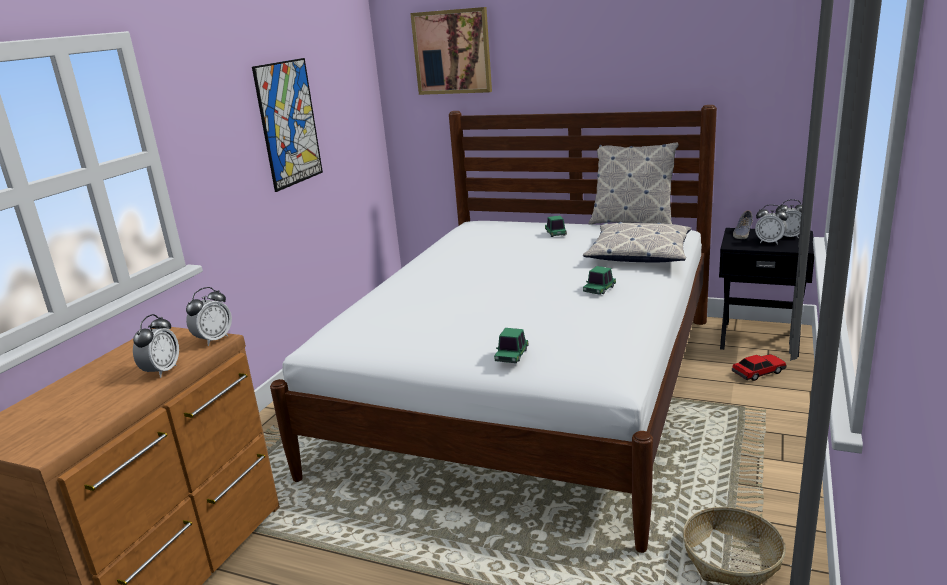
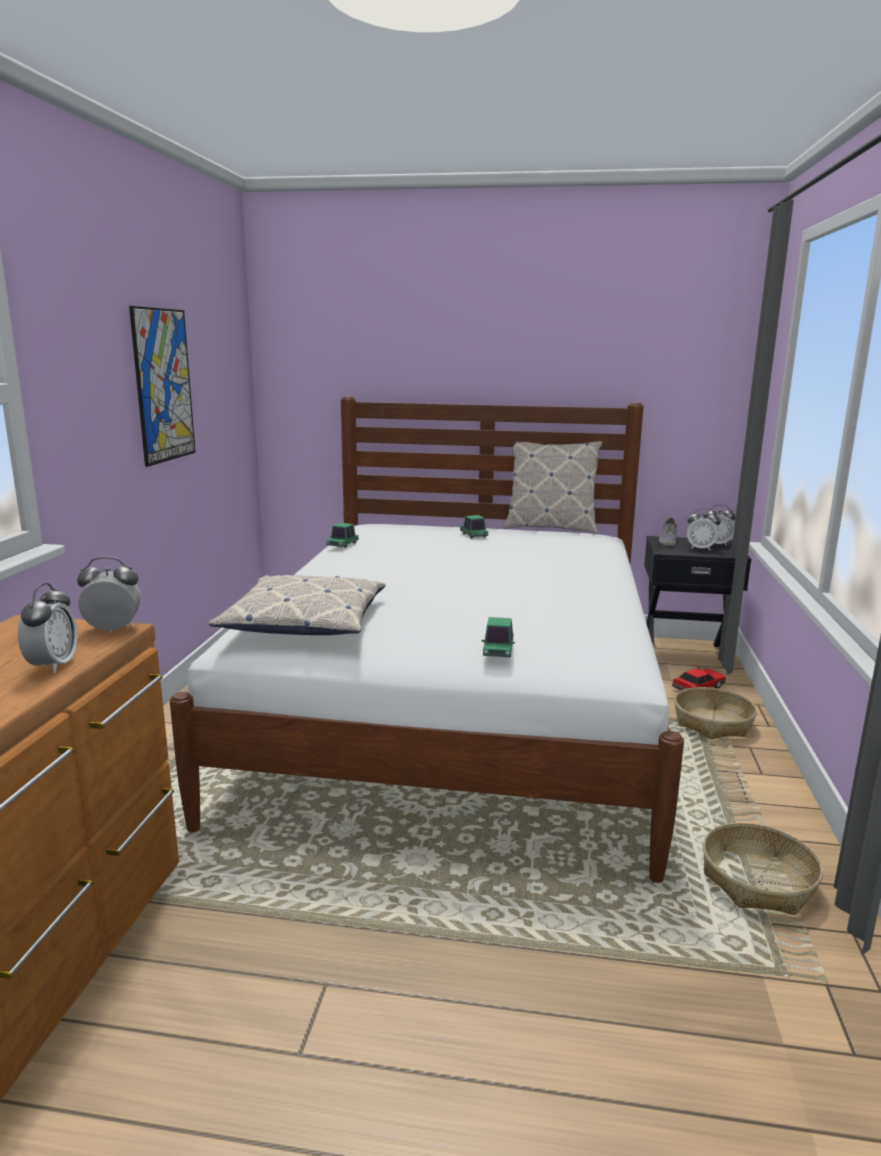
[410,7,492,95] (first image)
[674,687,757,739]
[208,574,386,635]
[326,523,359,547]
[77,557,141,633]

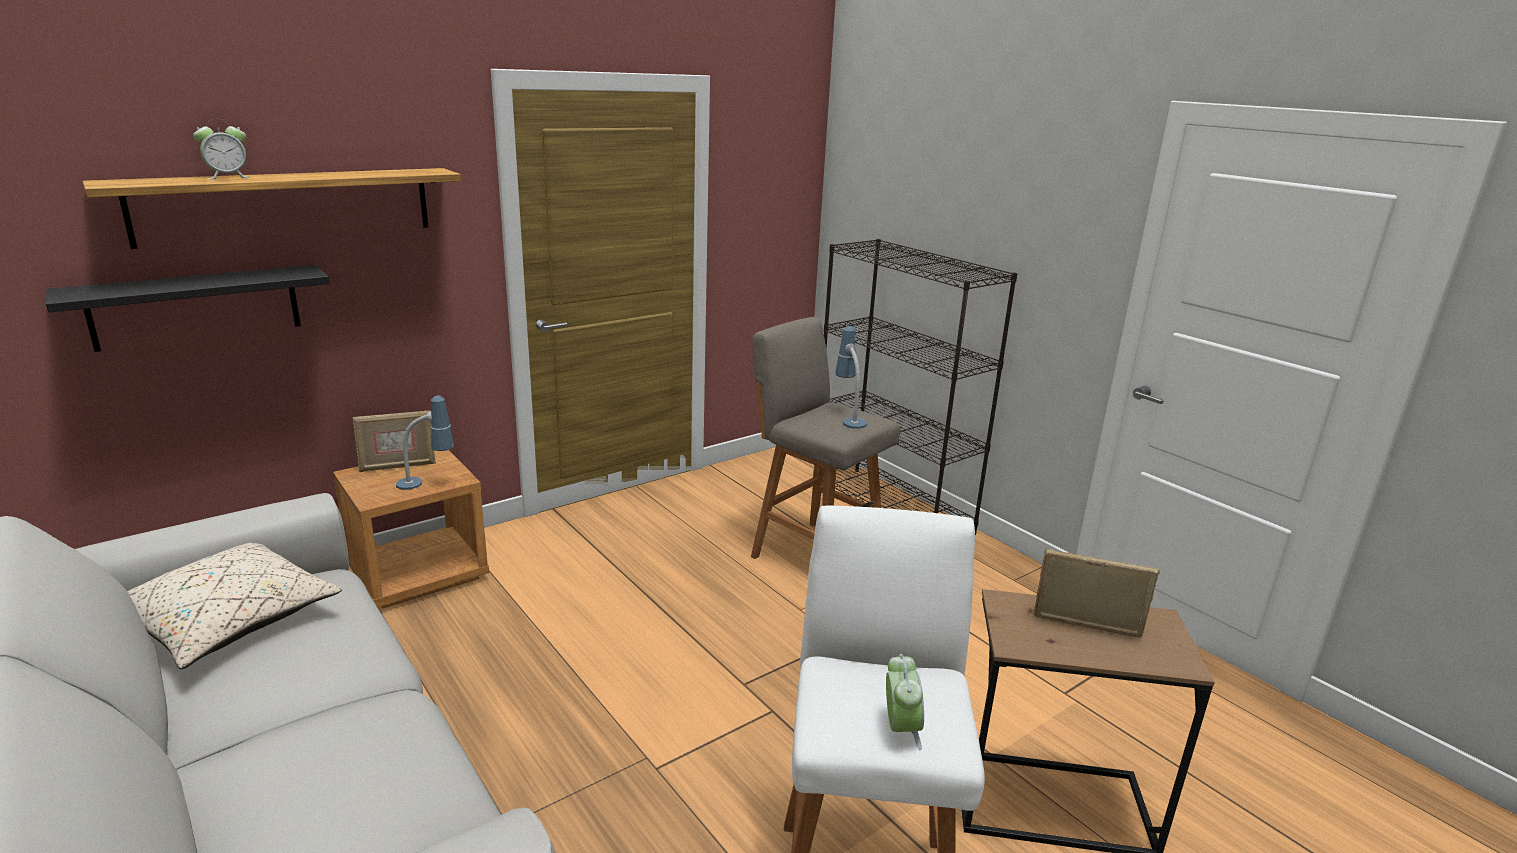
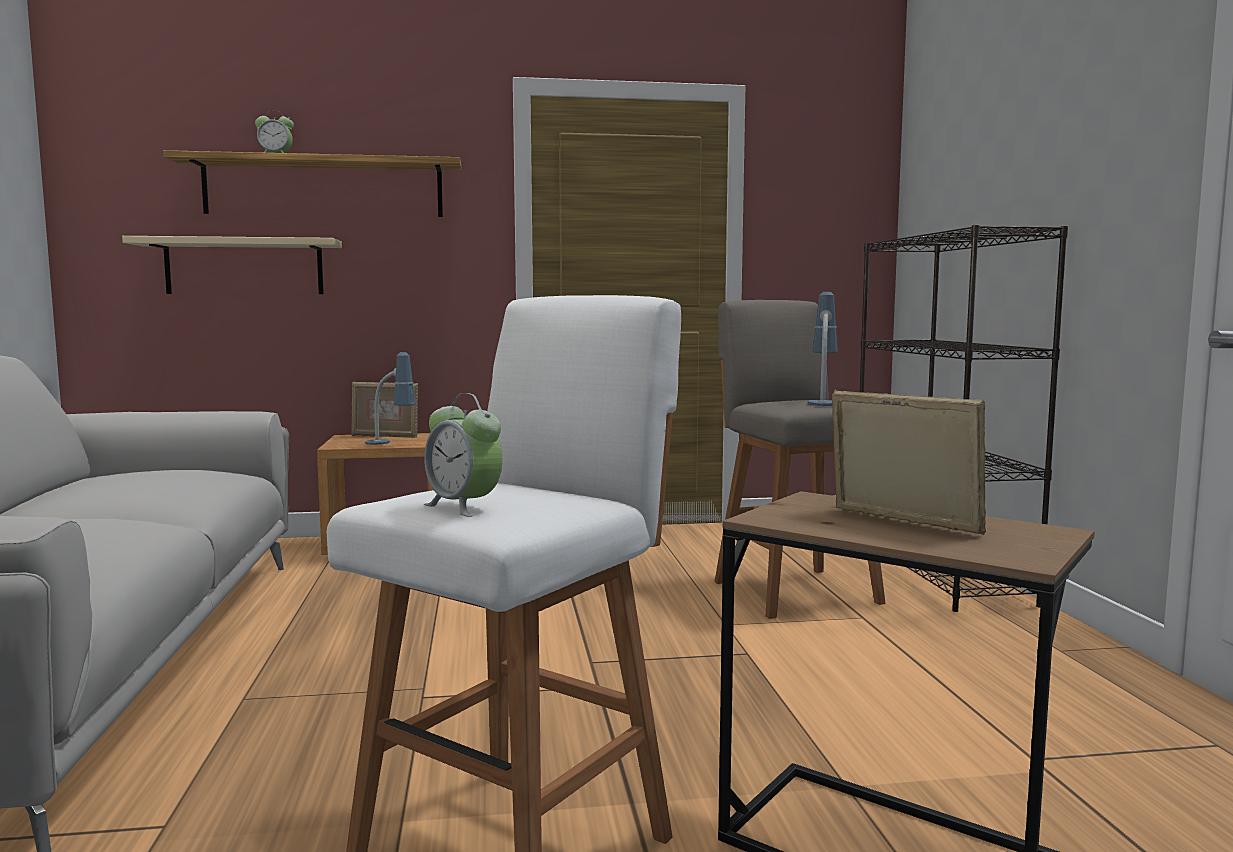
[127,543,342,669] (first image)
[122,236,342,294]
[424,393,502,517]

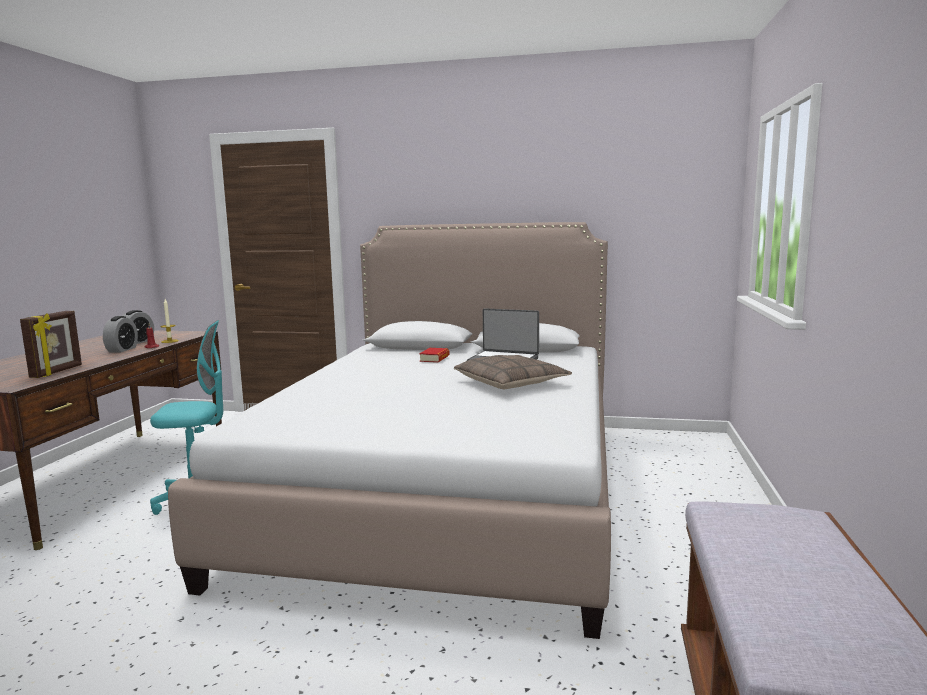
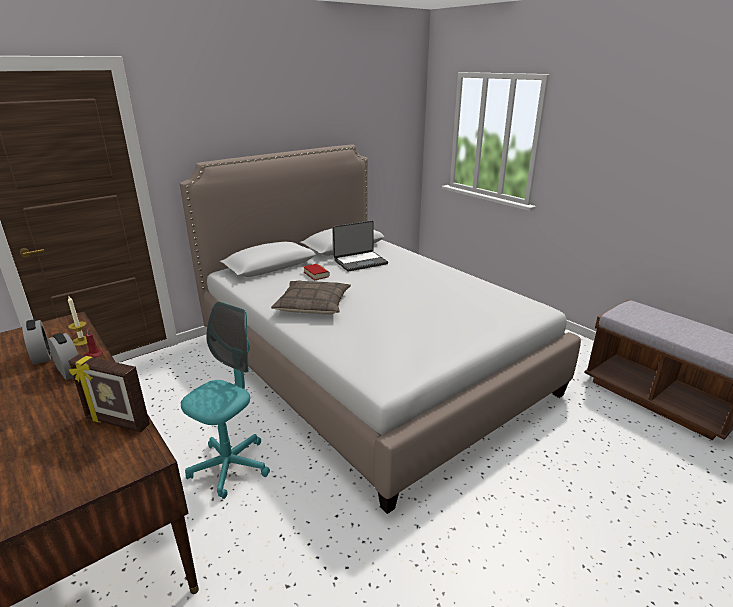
[271,281,351,315]
[68,354,150,432]

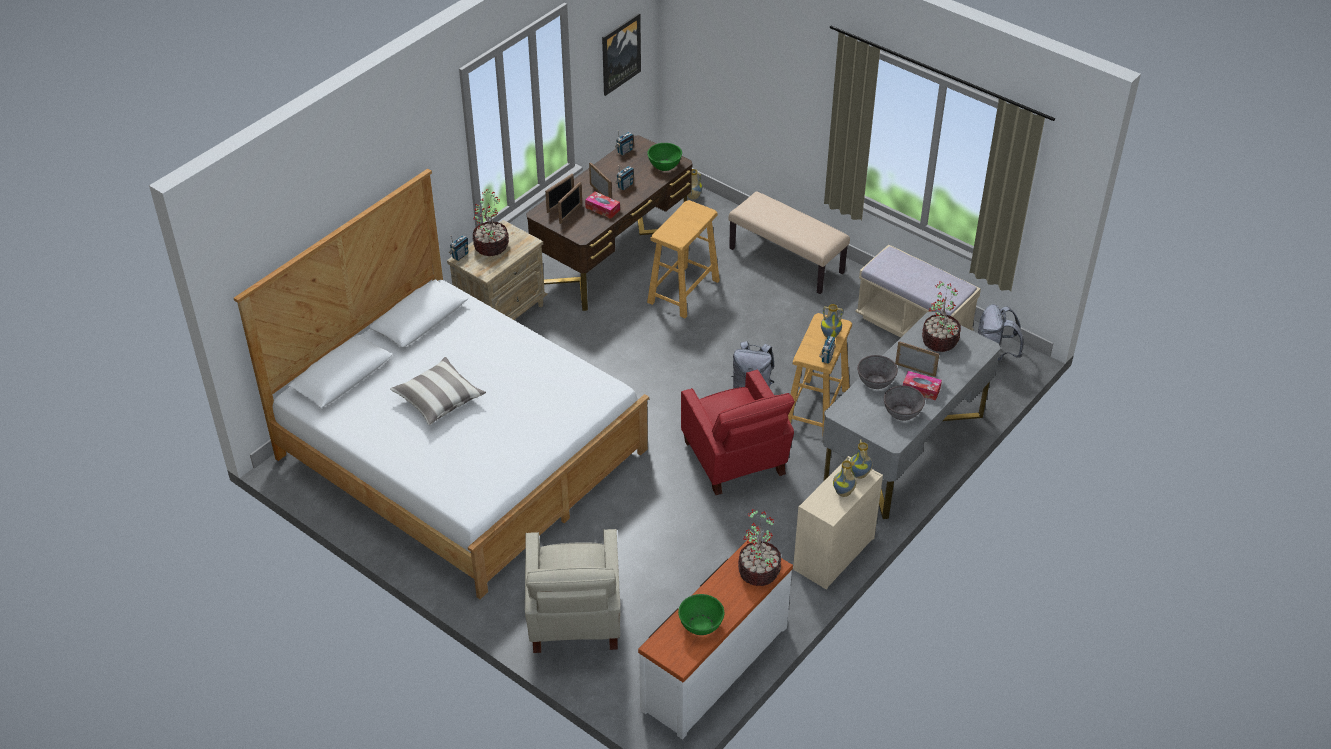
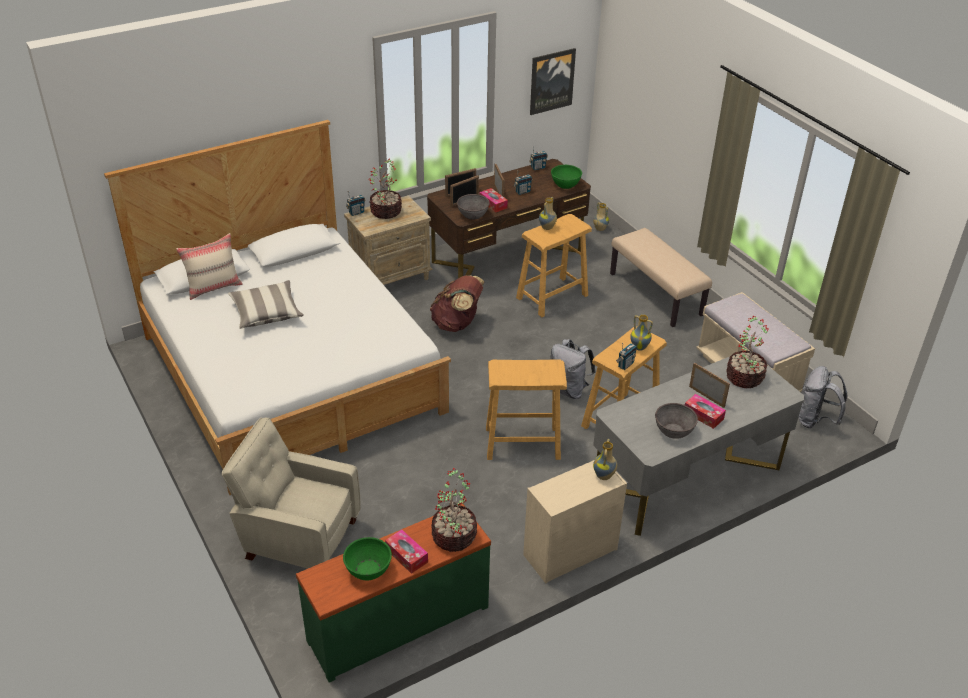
[176,233,243,300]
[385,529,428,574]
[430,275,484,332]
[539,197,557,230]
[457,194,490,220]
[486,359,567,460]
[296,504,491,683]
[222,418,361,569]

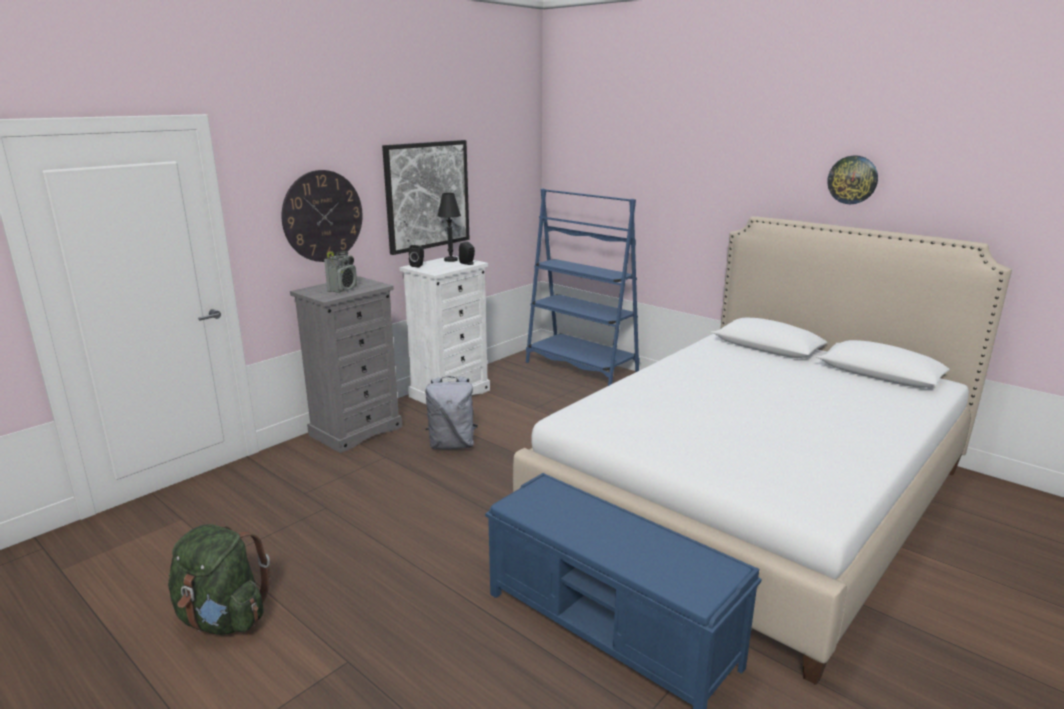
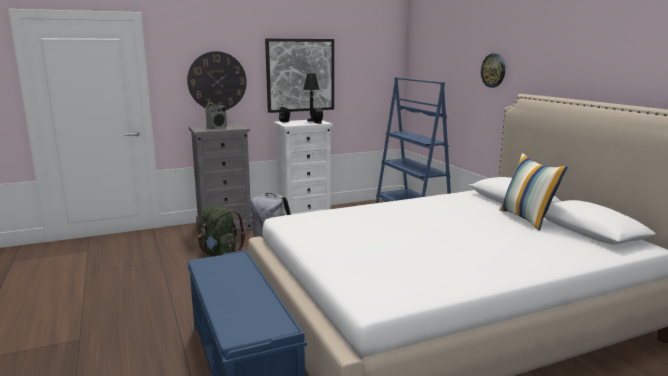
[499,153,568,231]
[198,205,245,256]
[481,54,505,88]

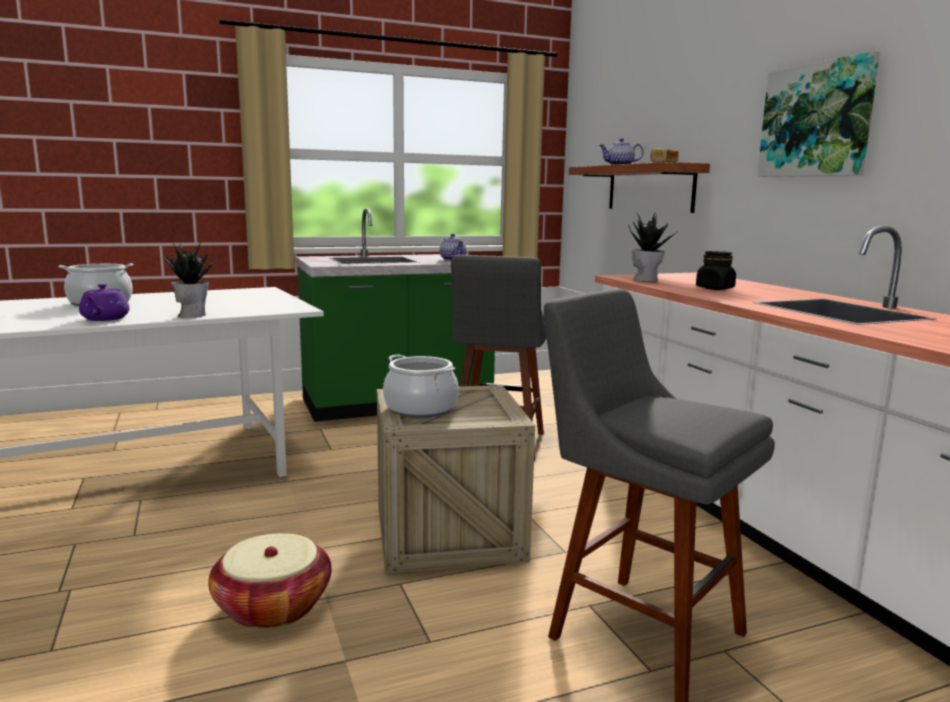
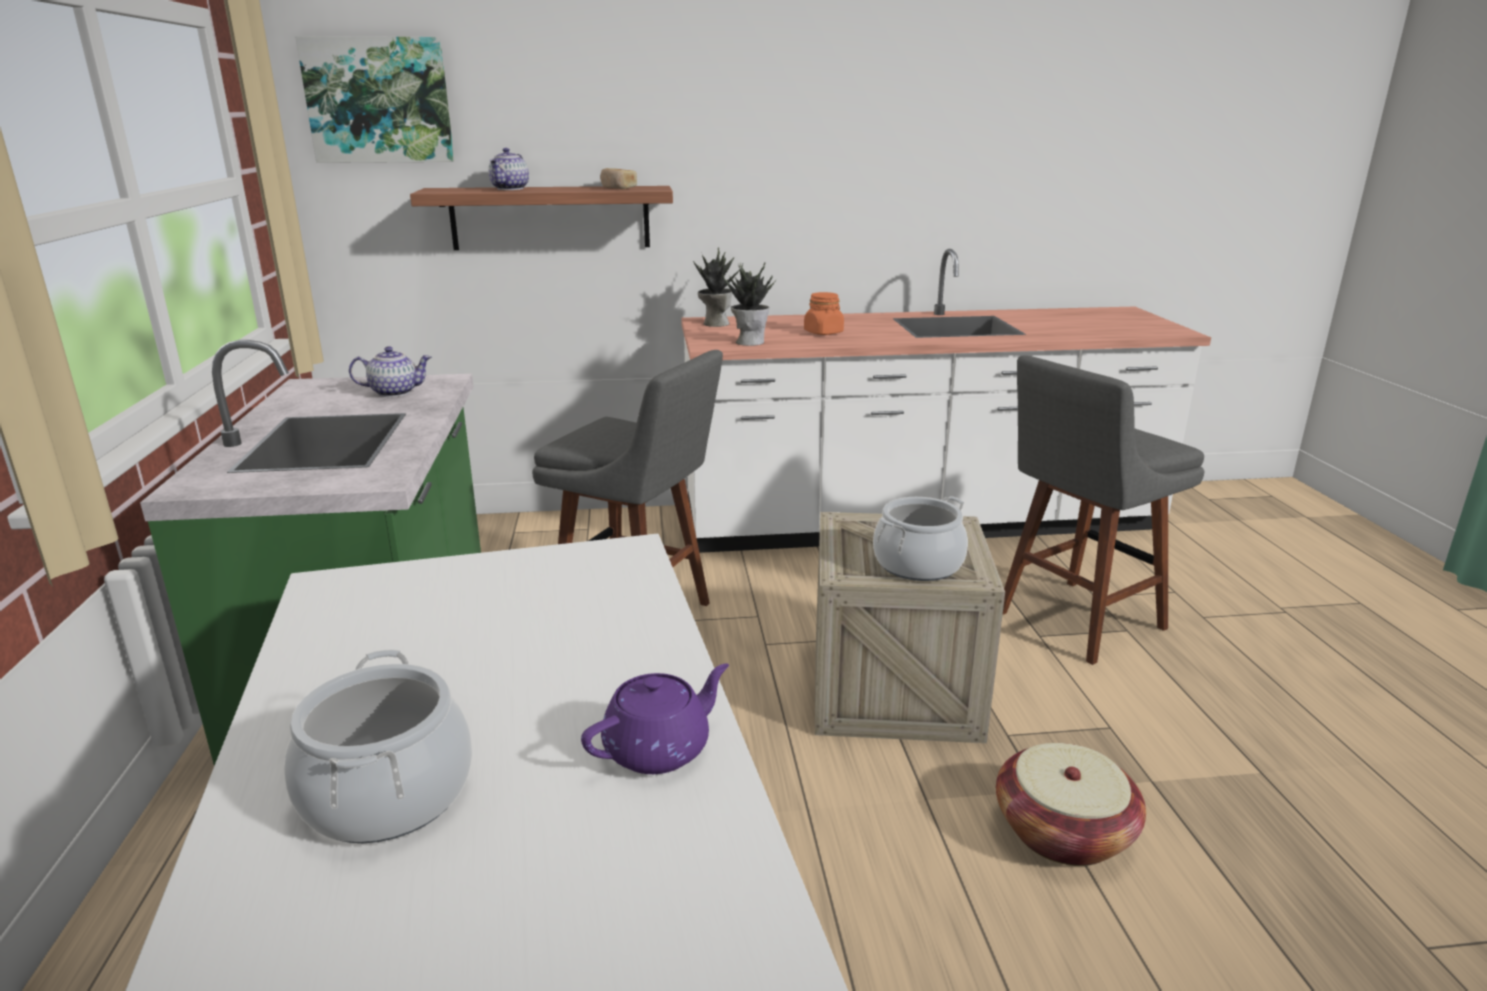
[693,248,743,327]
[295,36,454,163]
[804,292,844,335]
[581,663,729,774]

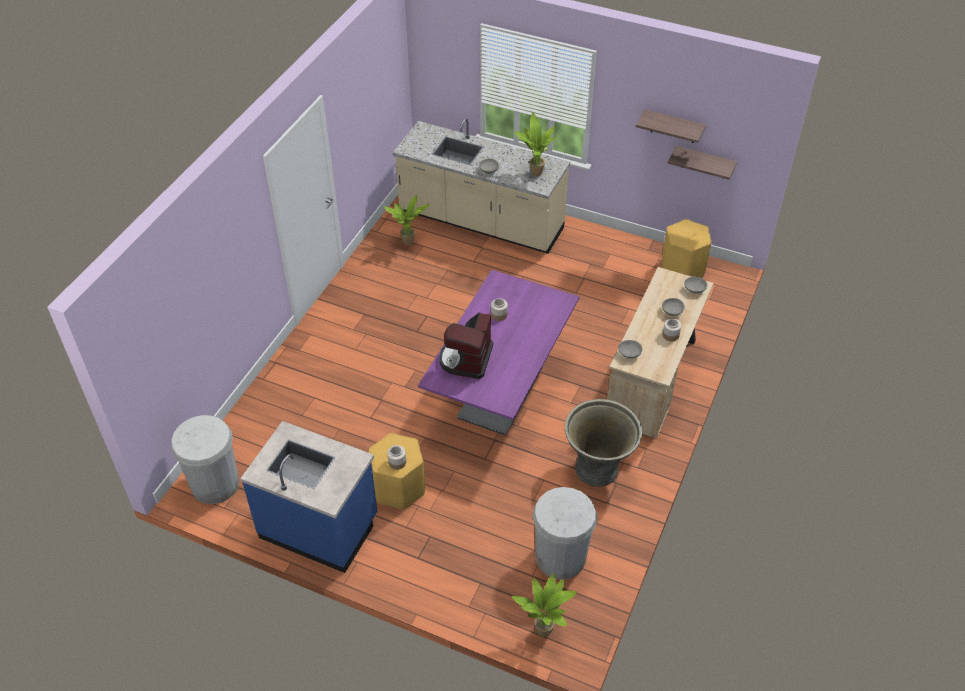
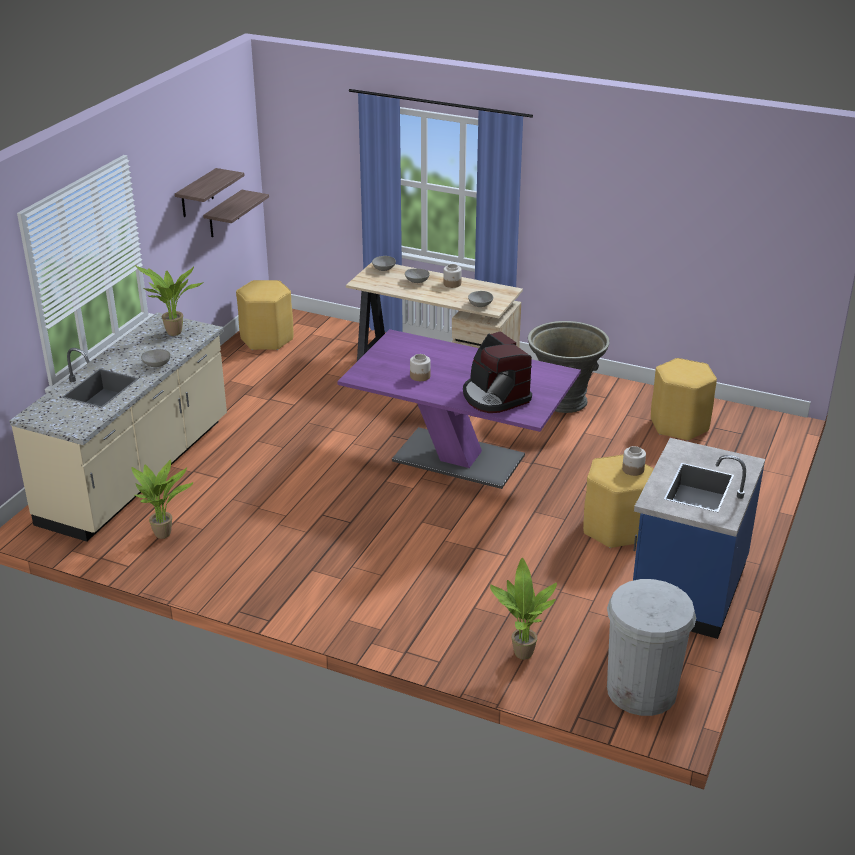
[490,558,557,660]
[651,358,717,441]
[463,331,532,413]

